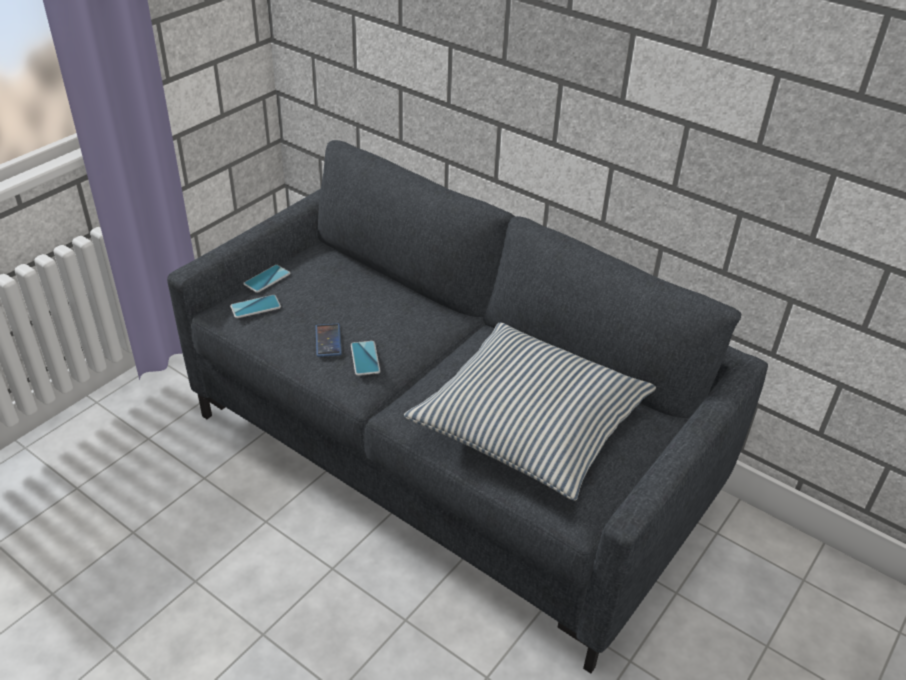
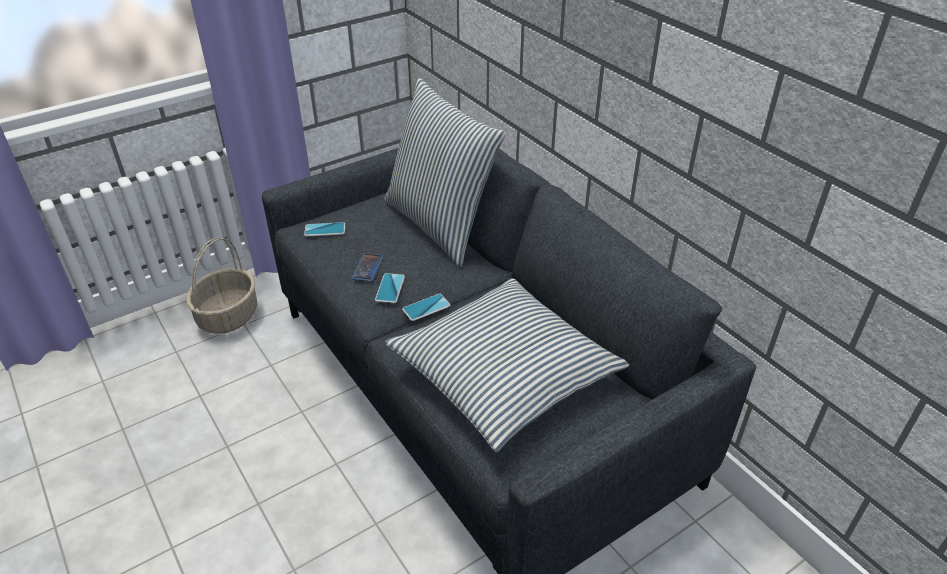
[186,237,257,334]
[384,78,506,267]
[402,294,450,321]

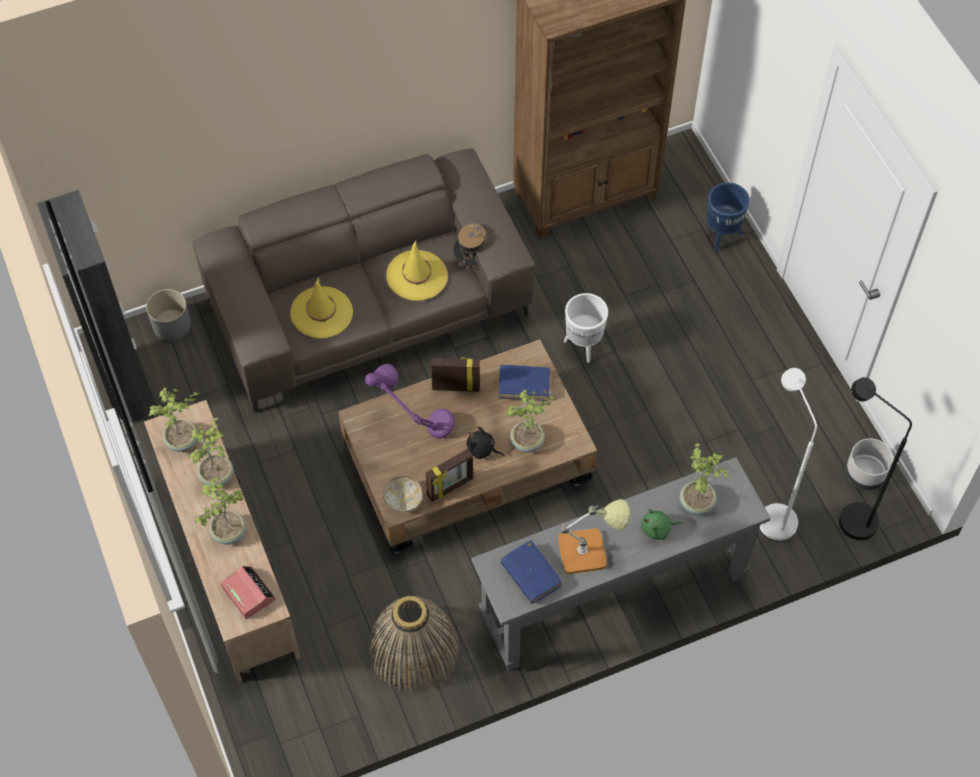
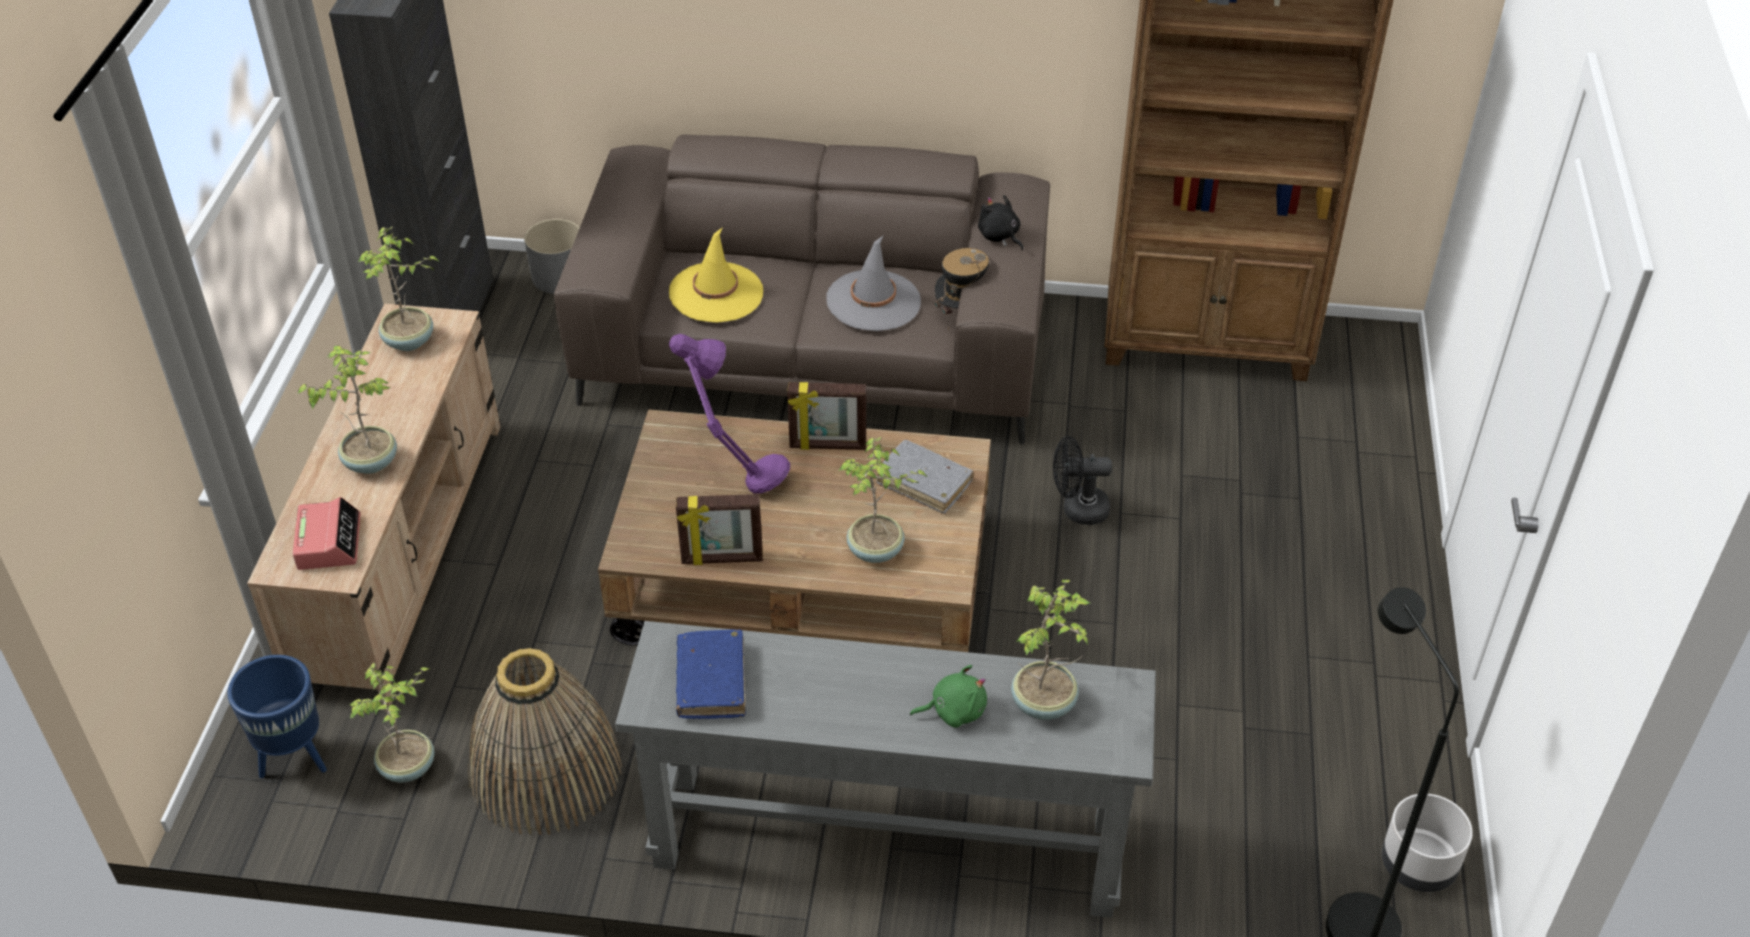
[383,476,423,512] (first image)
[558,499,631,574] (first image)
[759,368,817,541] (first image)
[350,663,435,782]
[978,195,1023,250]
[227,655,327,778]
[1053,436,1112,525]
[826,235,921,331]
[876,439,974,513]
[787,382,866,450]
[910,665,987,728]

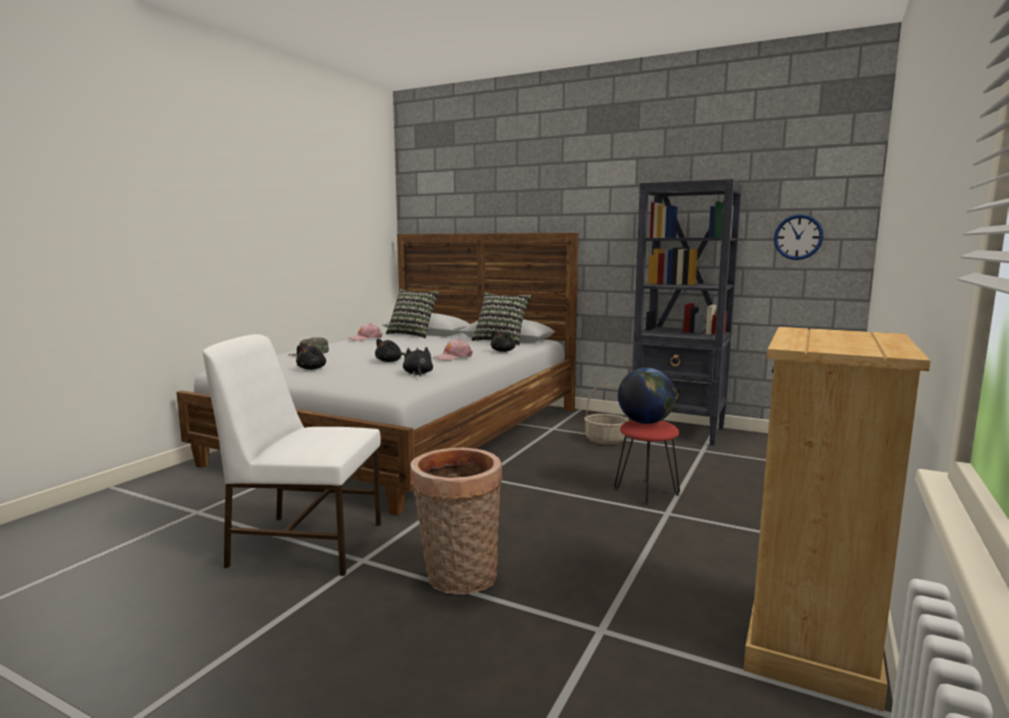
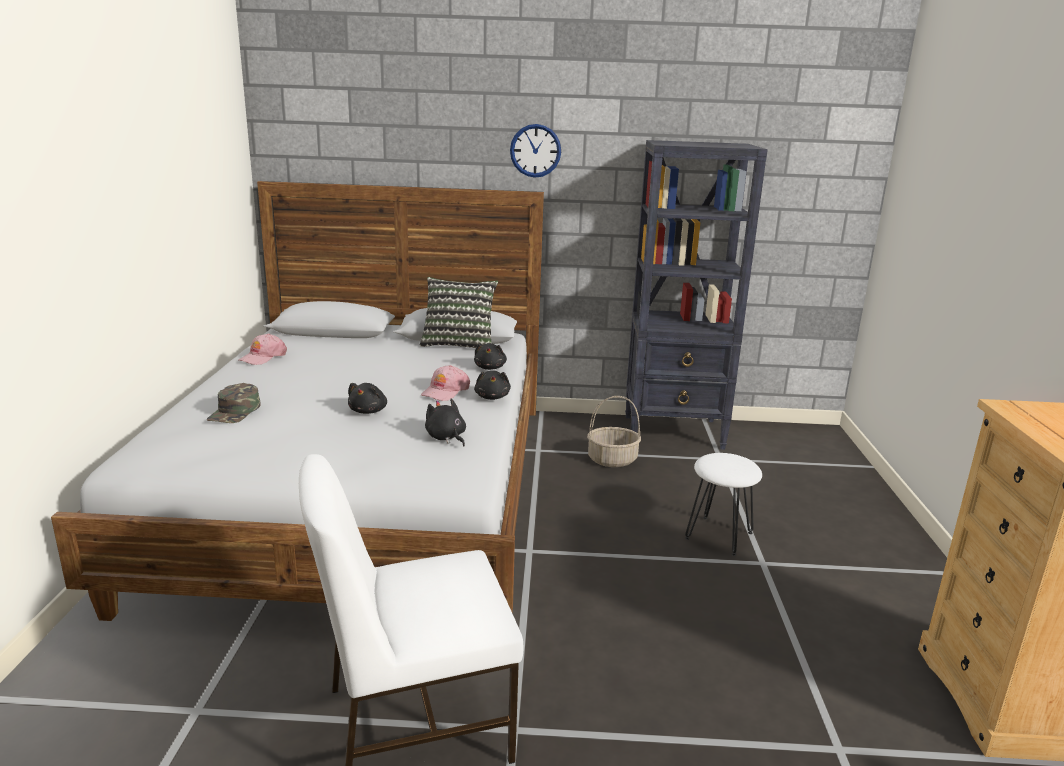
[386,289,439,338] (first image)
[410,447,503,595] (first image)
[618,368,676,424] (first image)
[474,370,511,400]
[510,124,561,178]
[685,453,762,556]

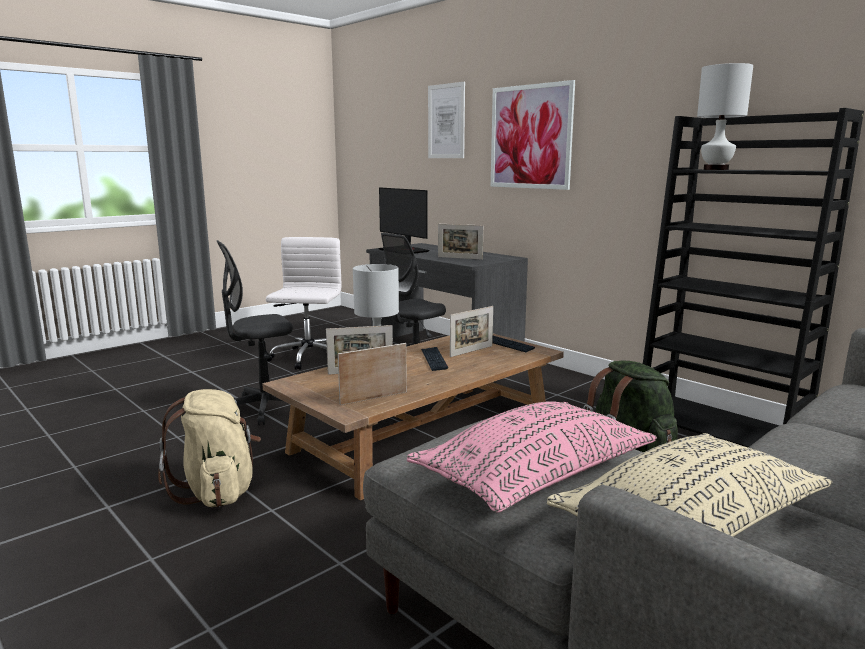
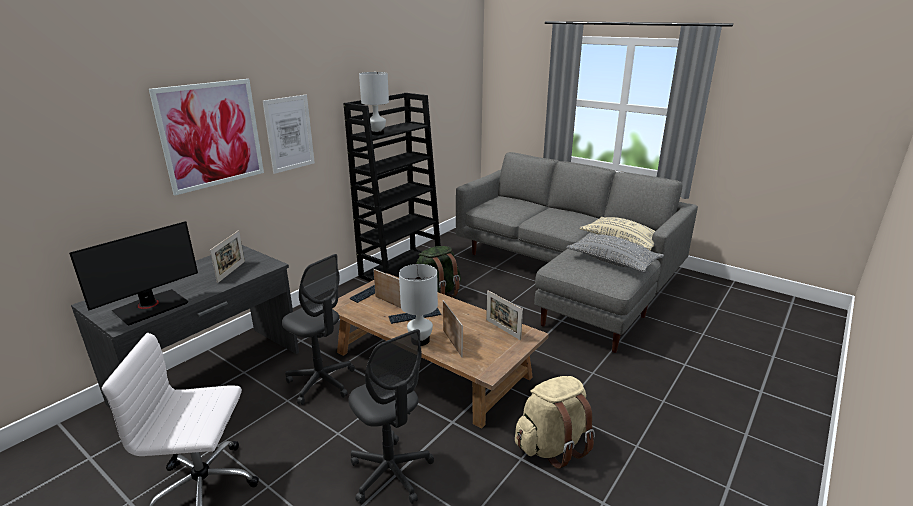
[263,95,315,174]
[566,233,664,273]

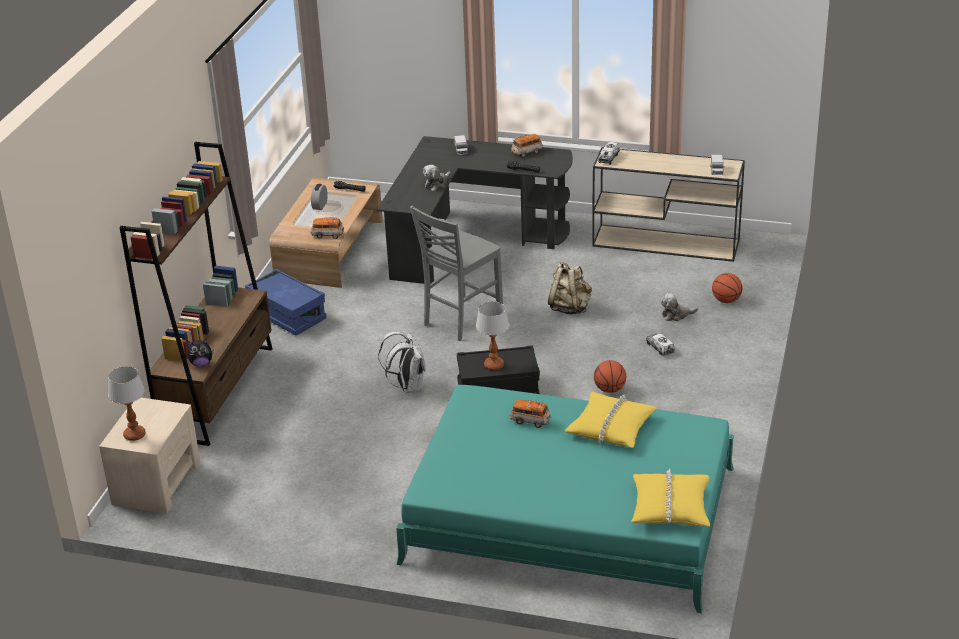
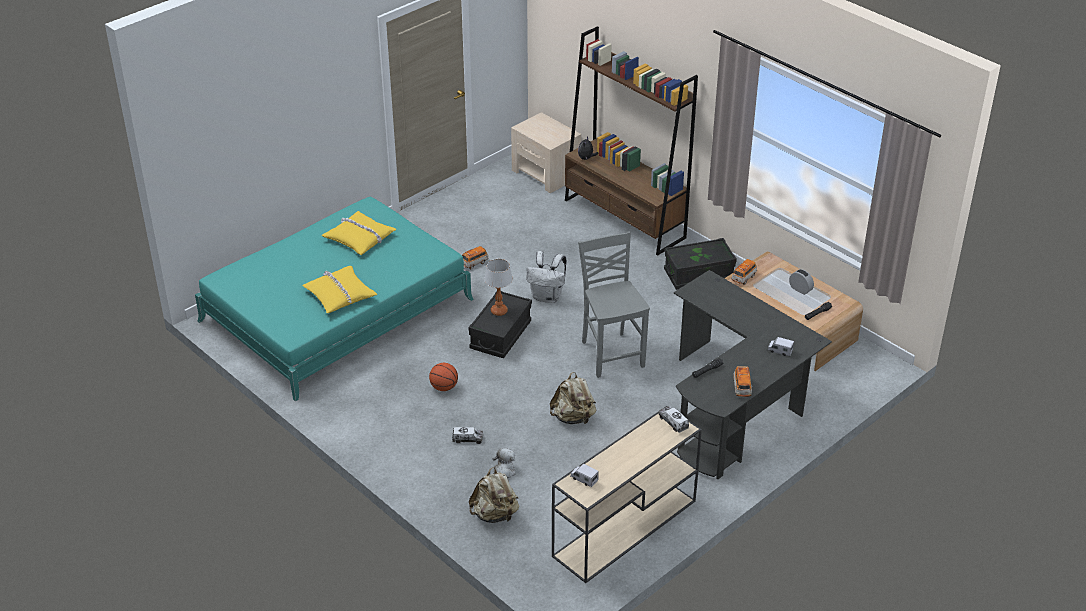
[108,366,146,441] (first image)
[423,165,451,191] (first image)
[462,246,489,269]
[322,211,396,255]
[469,467,519,523]
[664,238,737,290]

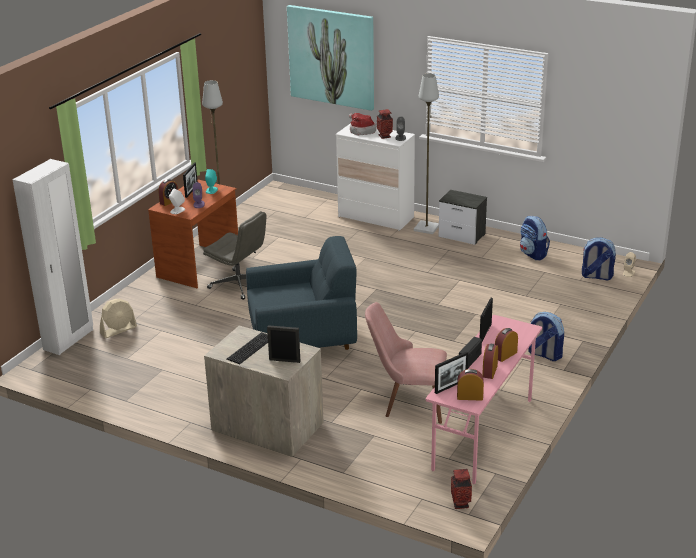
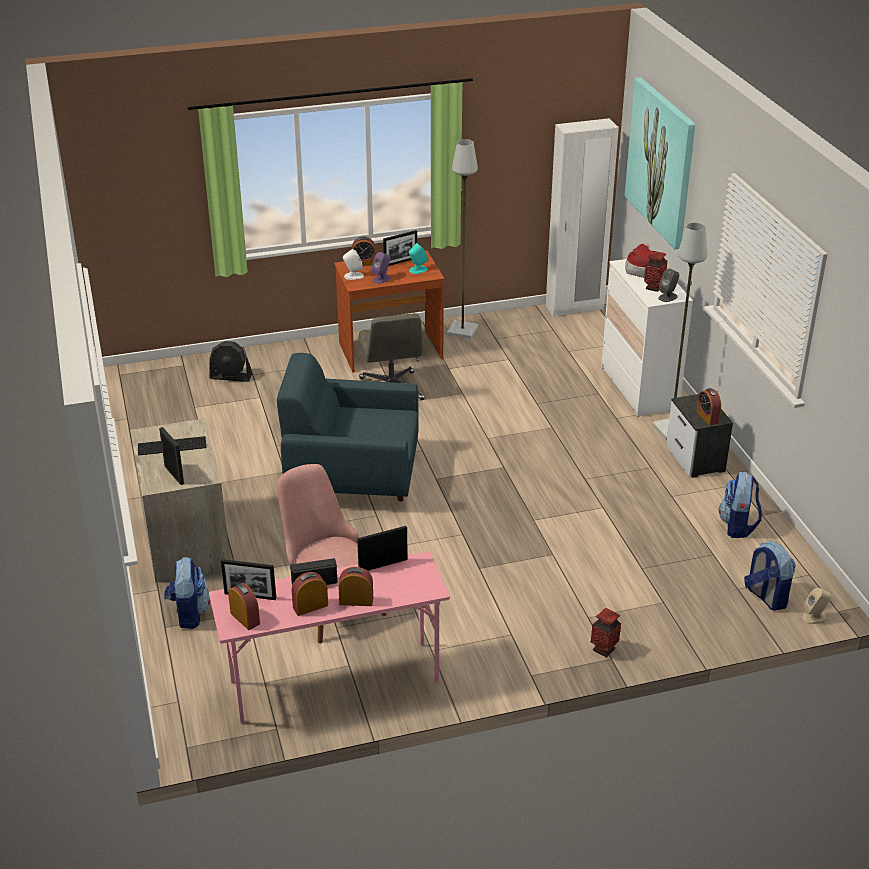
[696,388,721,425]
[546,118,619,317]
[591,608,621,657]
[164,557,211,629]
[209,341,252,382]
[277,353,419,502]

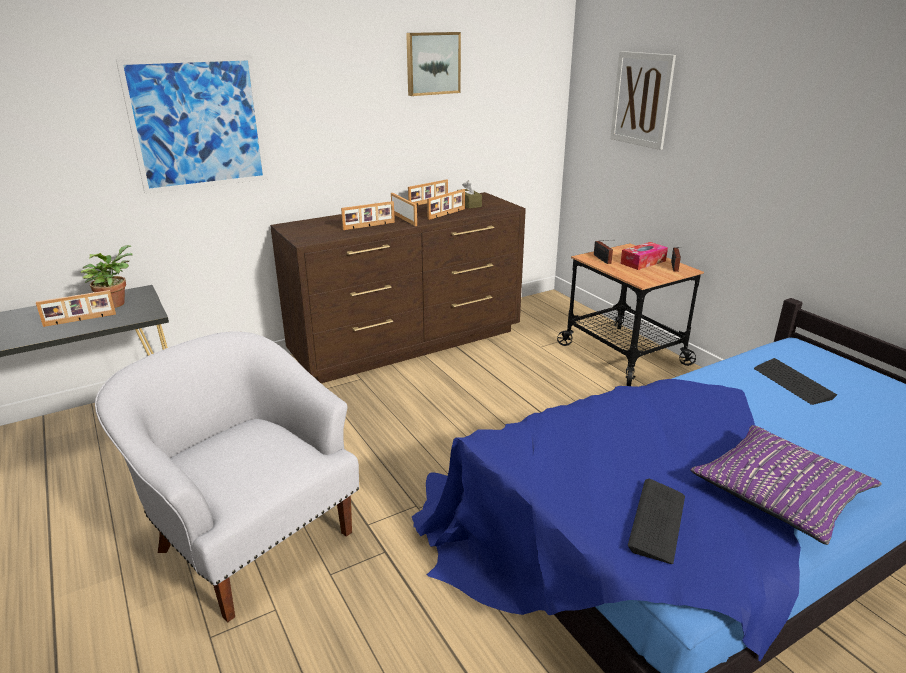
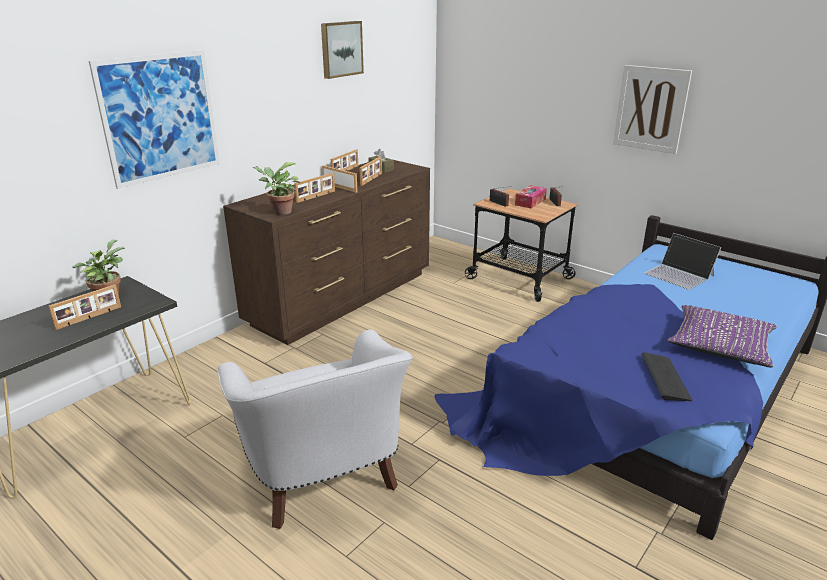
[253,163,300,215]
[613,65,692,154]
[644,233,722,290]
[217,329,413,529]

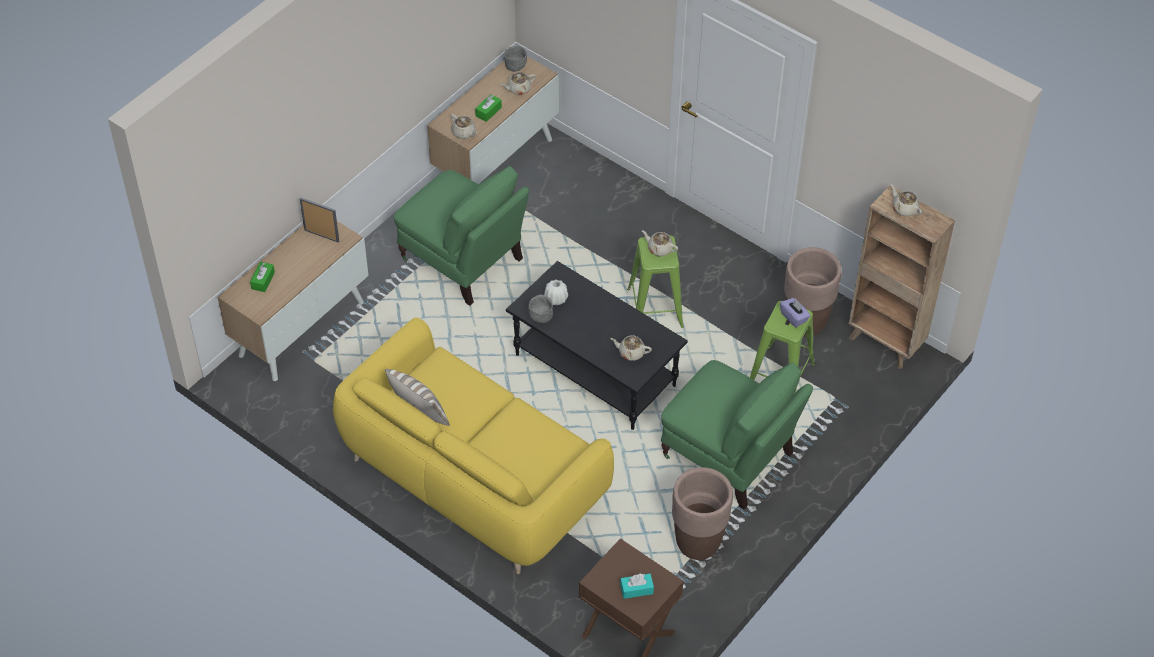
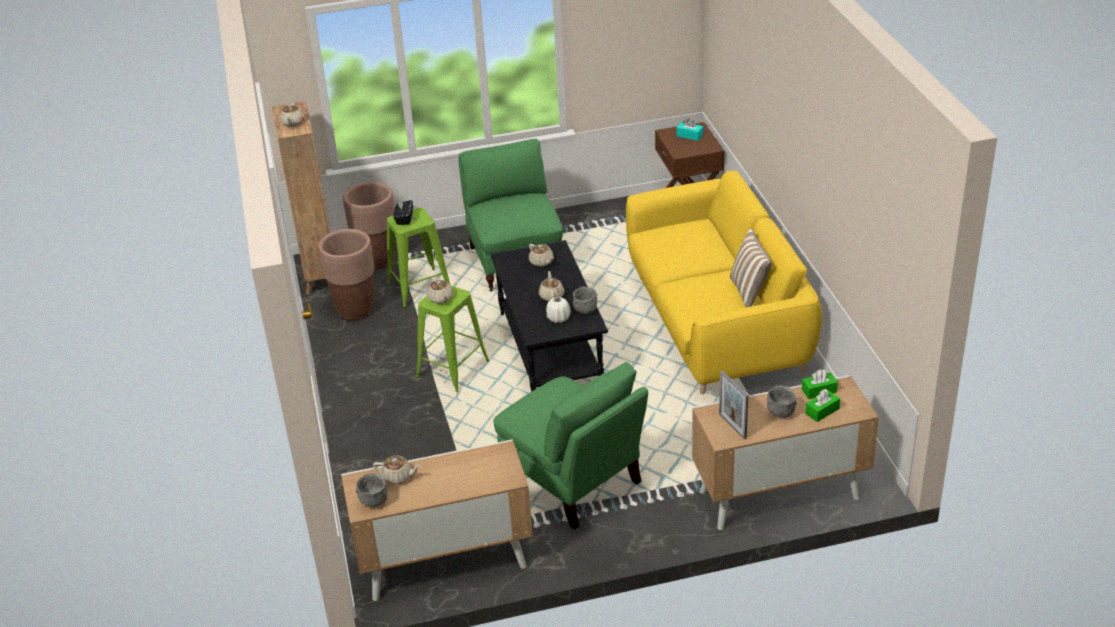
[767,385,797,418]
[539,271,564,301]
[802,369,838,399]
[343,182,396,269]
[393,199,413,225]
[493,362,648,530]

